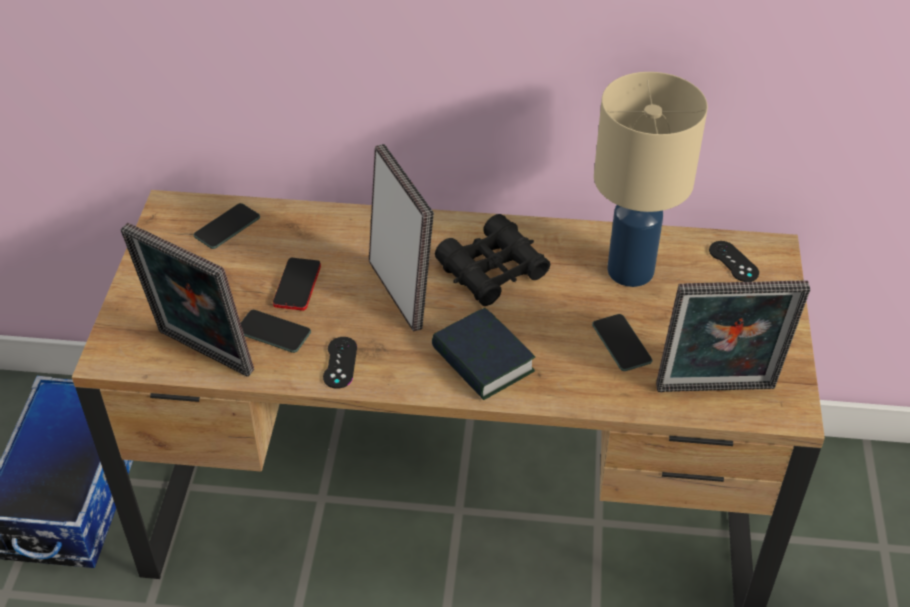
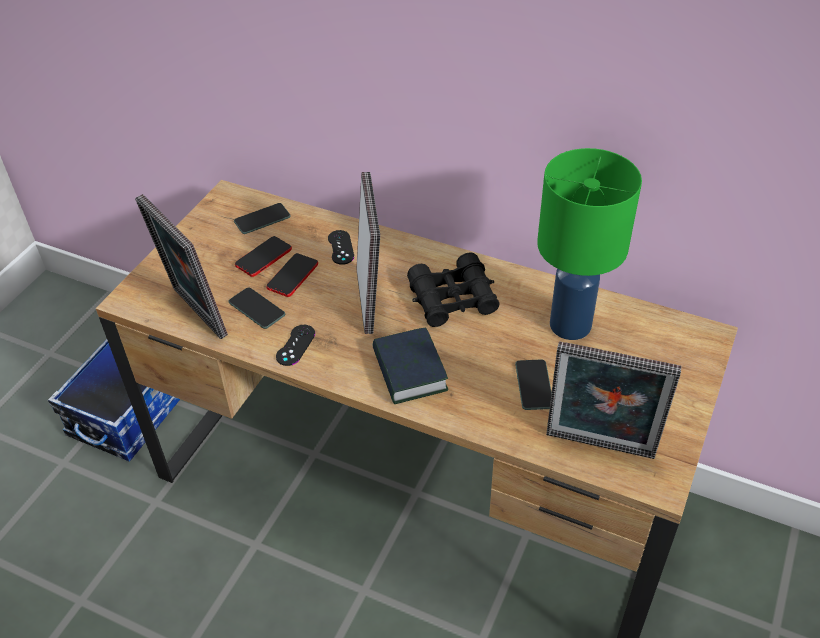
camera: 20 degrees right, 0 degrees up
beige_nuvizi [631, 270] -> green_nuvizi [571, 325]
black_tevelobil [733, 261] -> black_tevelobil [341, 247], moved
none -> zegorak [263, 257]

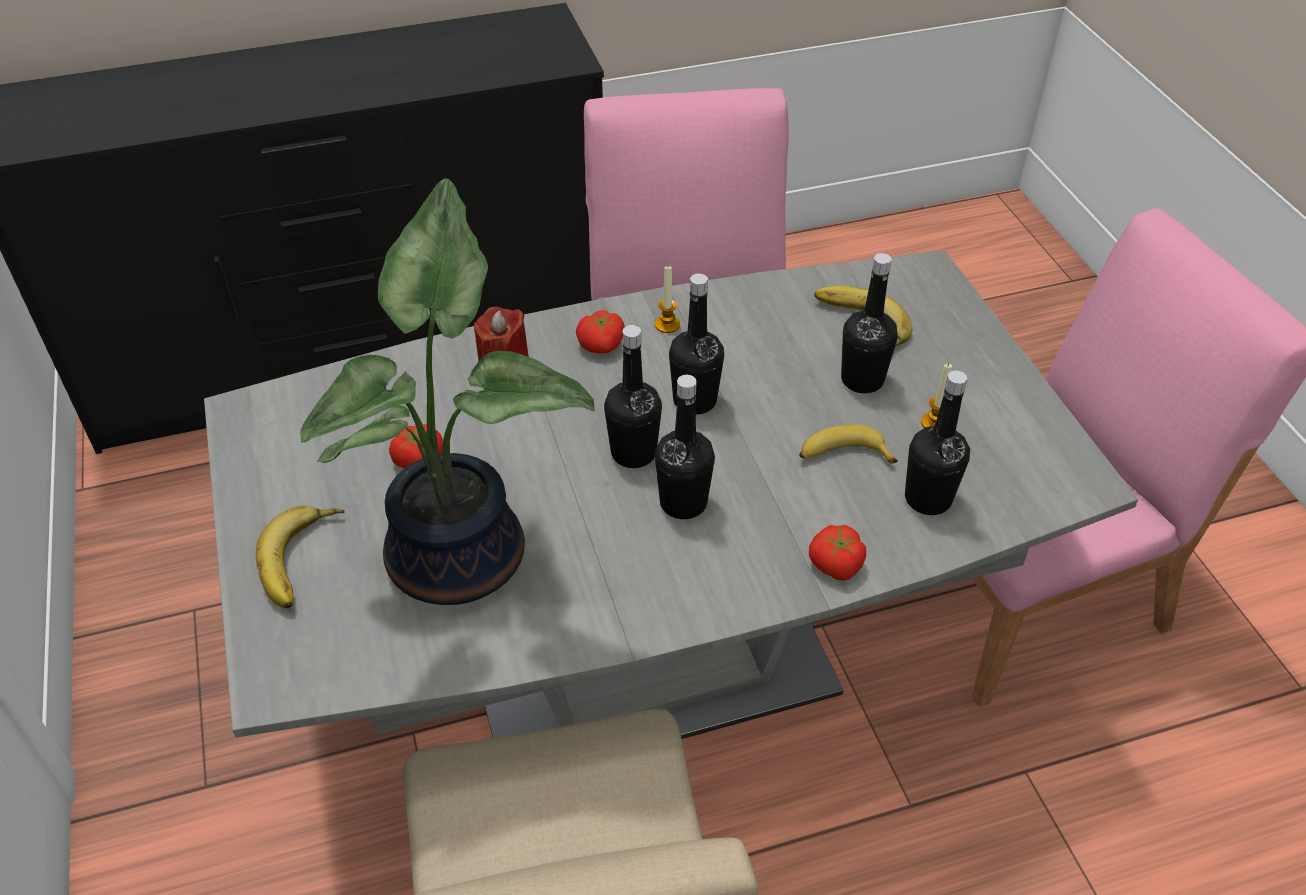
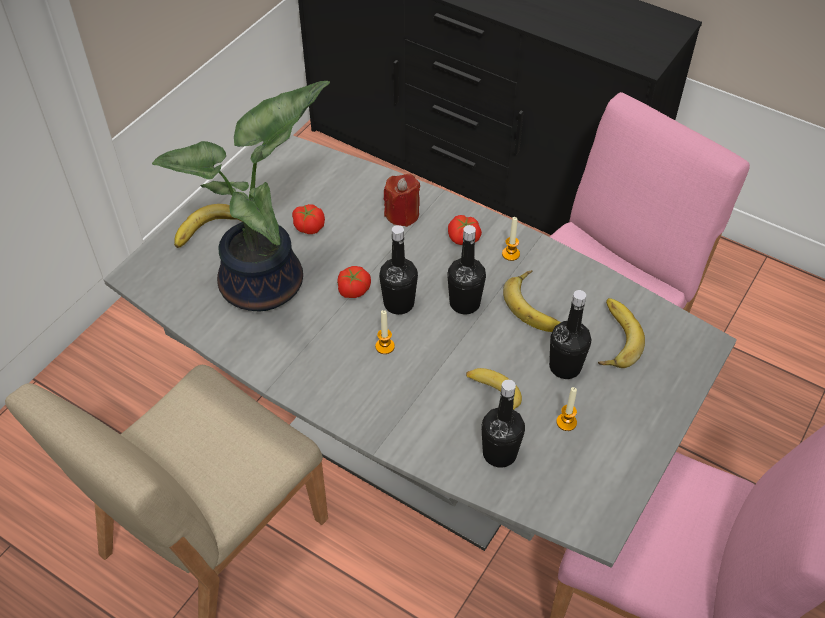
camera: 50 degrees right, 5 degrees up
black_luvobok [683, 503] -> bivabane [385, 346]
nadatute [835, 564] -> nadatute [353, 289], moved
none -> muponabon [536, 305]

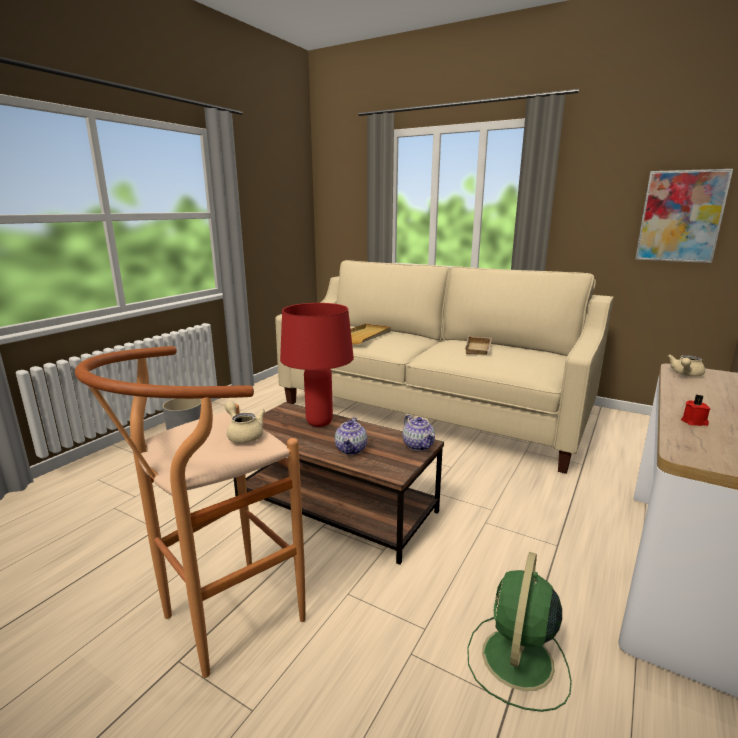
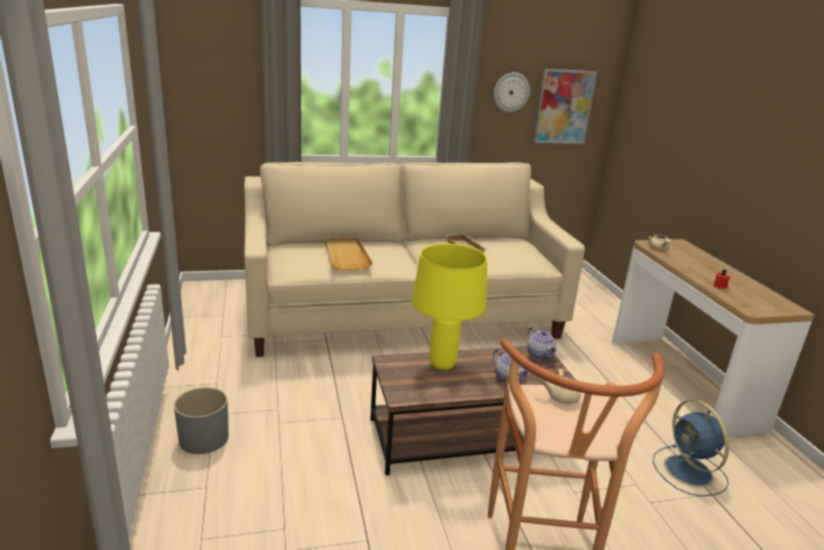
camera: 45 degrees left, 5 degrees up
red_nuvizi [320, 422] -> yellow_nuvizi [443, 364]
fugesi [418, 445] -> fugesi [540, 355], 45 degrees clockwise
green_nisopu [517, 661] -> blue_nisopu [689, 472]
none -> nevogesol [511, 92]

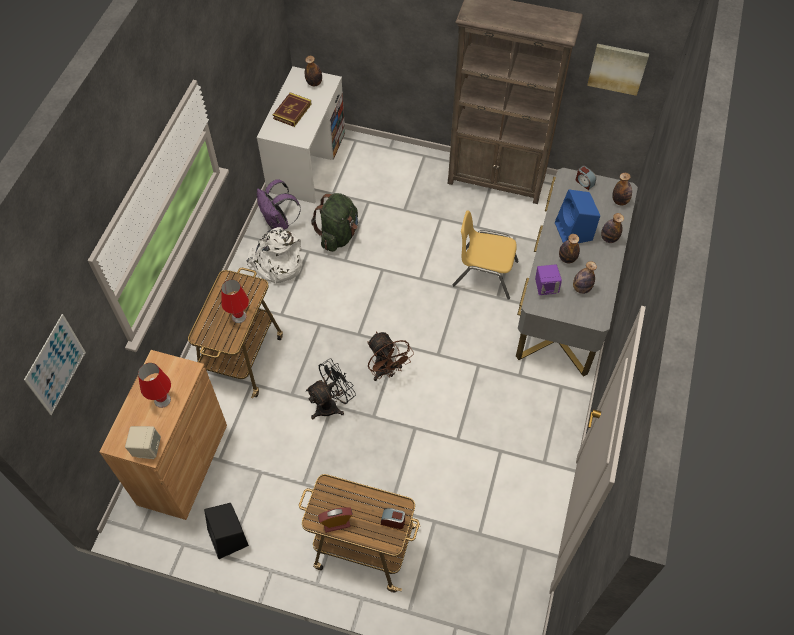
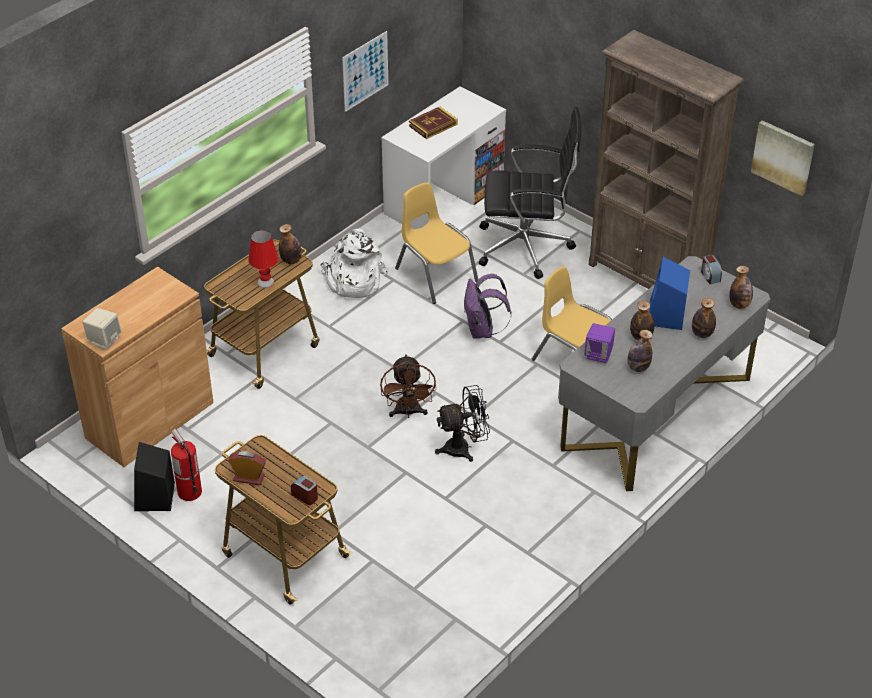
camera: 25 degrees right, 15 degrees down
luvobok [314, 83] -> luvobok [291, 260], moved
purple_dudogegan [279, 223] -> purple_dudogegan [482, 331], moved
green_dudogegan [338, 235] -> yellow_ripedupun [435, 275]
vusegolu [56, 365] -> vusegolu [365, 71], moved
black_nisopu [331, 404] -> black_nisopu [464, 448], moved
red_nuvizi [162, 400] -> none
none -> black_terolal [527, 247]
none -> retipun [189, 492]

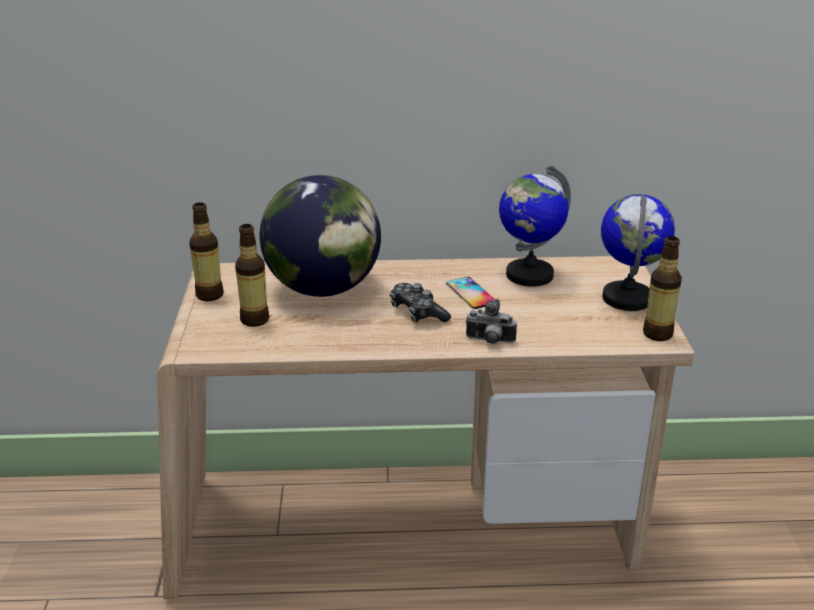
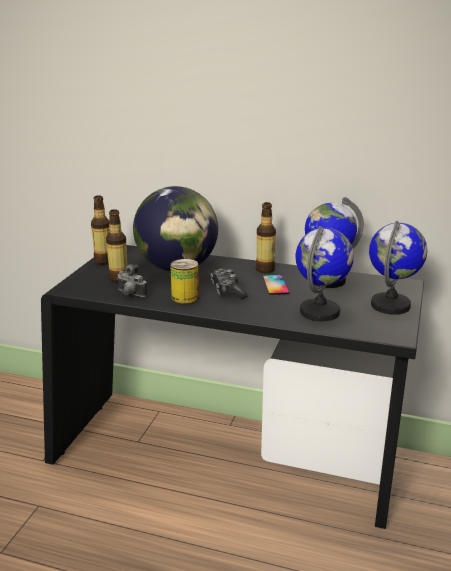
camera: 20 degrees right, 5 degrees down
luvobok [657, 334] -> luvobok [265, 269], moved
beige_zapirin [407, 530] -> black_zapirin [225, 459]
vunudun [489, 341] -> vunudun [130, 294], moved
none -> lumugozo [320, 312]
none -> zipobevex [185, 297]

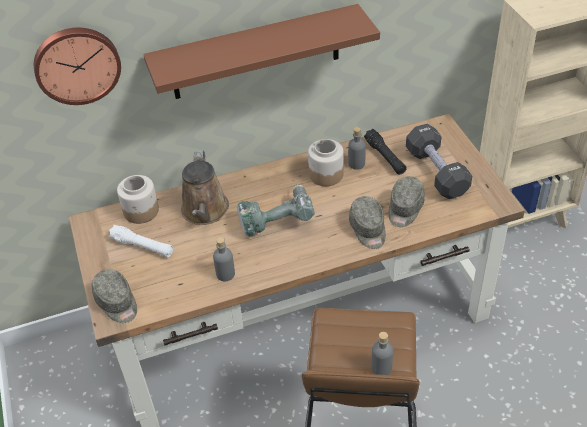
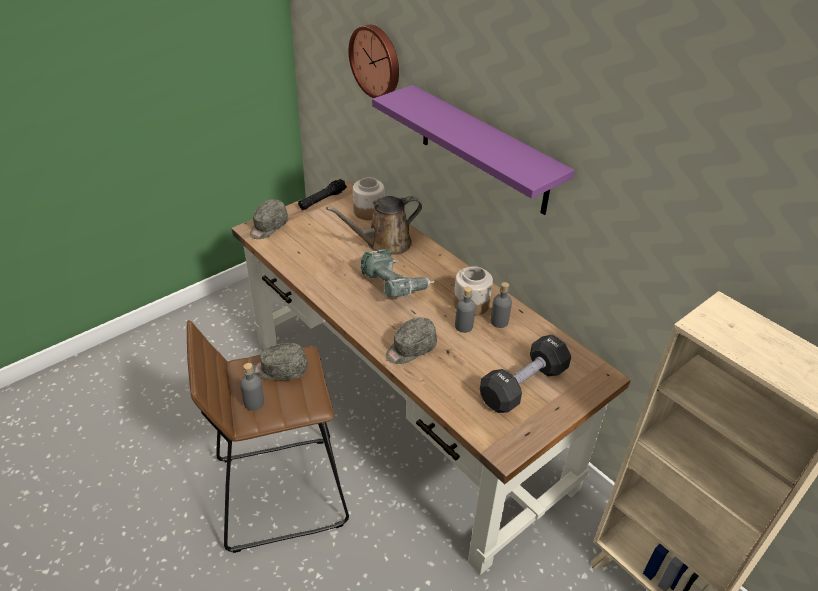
camera: 65 degrees right, 5 degrees down
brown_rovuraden [256, 53] -> purple_rovuraden [483, 150]
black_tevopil [385, 157] -> black_tevopil [322, 200], moved
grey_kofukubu [405, 209] -> grey_kofukubu [280, 370], moved
white_tevopil [142, 246] -> none
grey_luvobok [225, 274] -> grey_luvobok [464, 326], moved

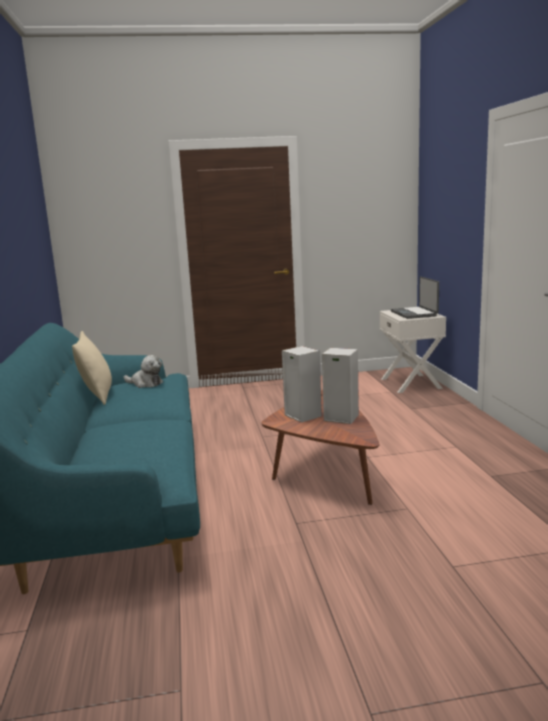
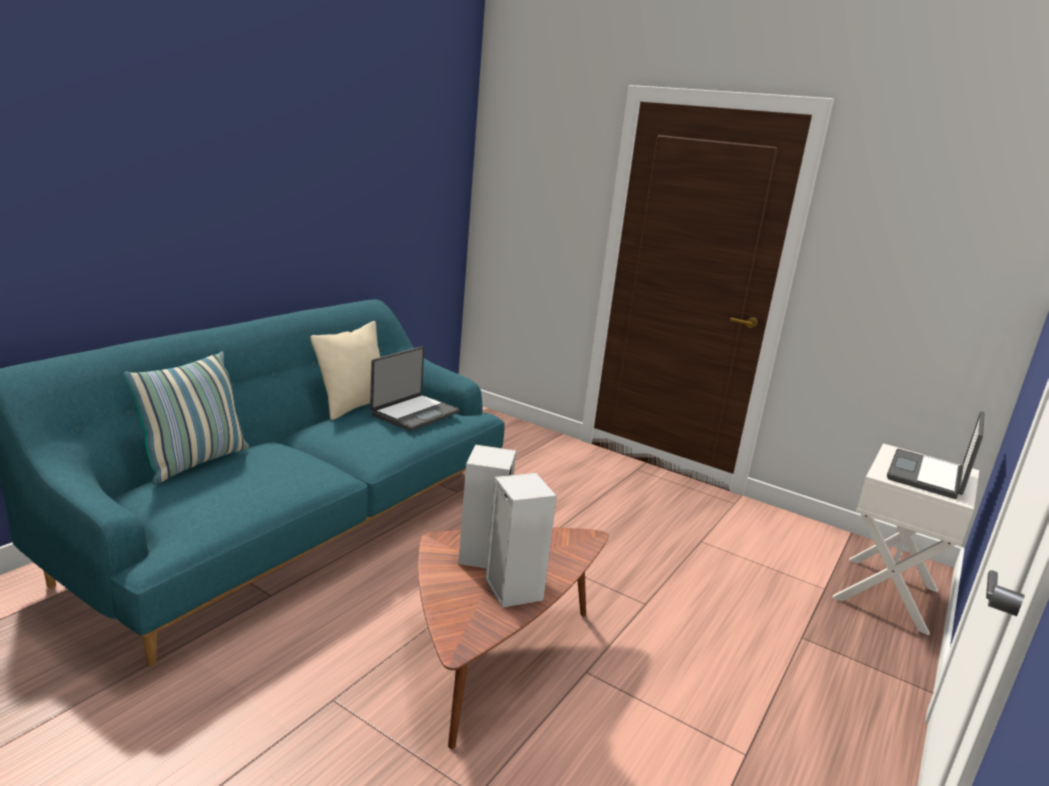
camera: 40 degrees right, 5 degrees up
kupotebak [145, 383] -> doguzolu [414, 413]
none -> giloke [195, 462]

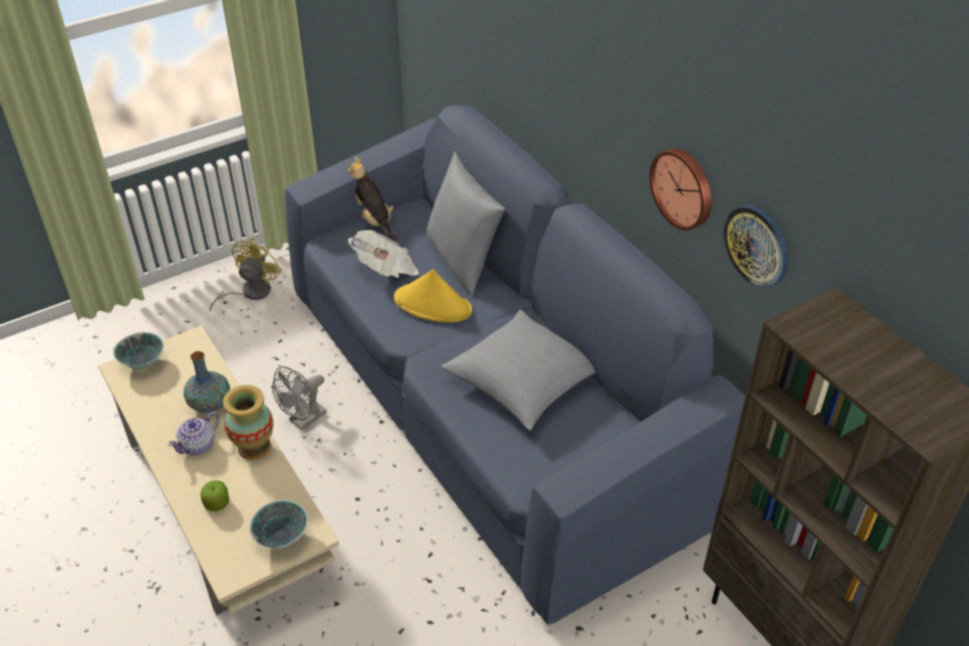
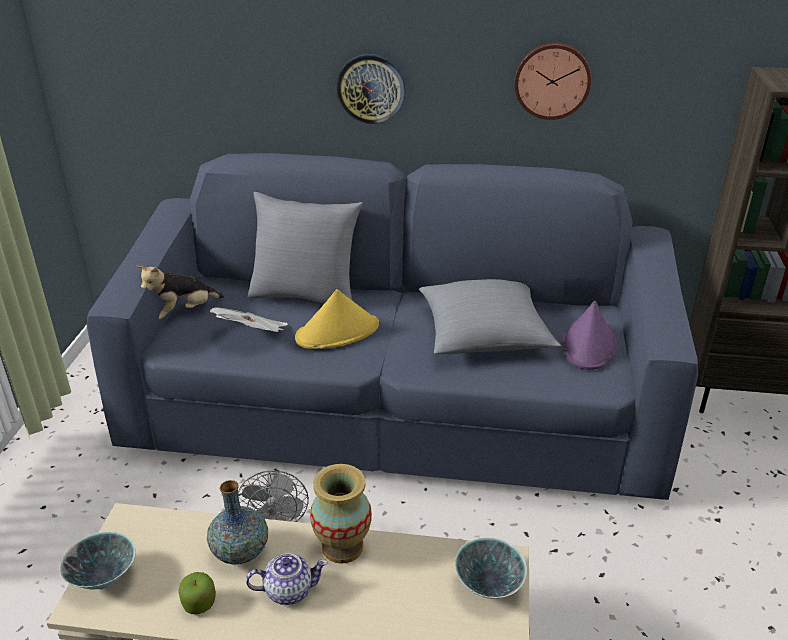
camera: 50 degrees left, 10 degrees down
kupotebak [373, 220] -> kupotebak [183, 312], 45 degrees counterclockwise
nevogesol [757, 245] -> nevogesol [371, 88], moved
yellow_nisopu [250, 293] -> none
fugesi [198, 445] -> fugesi [288, 590], 90 degrees counterclockwise
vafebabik [217, 503] -> vafebabik [199, 603], moved
none -> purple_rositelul [588, 344]

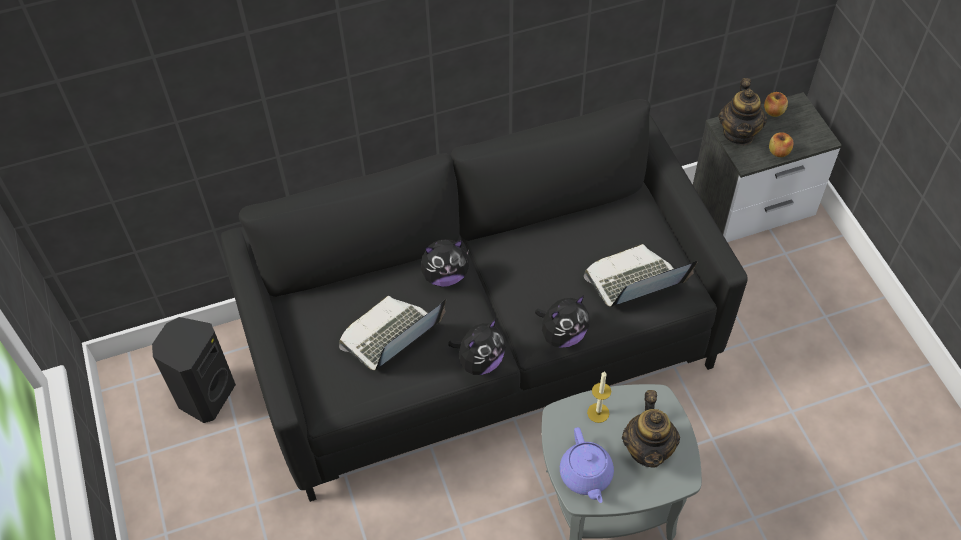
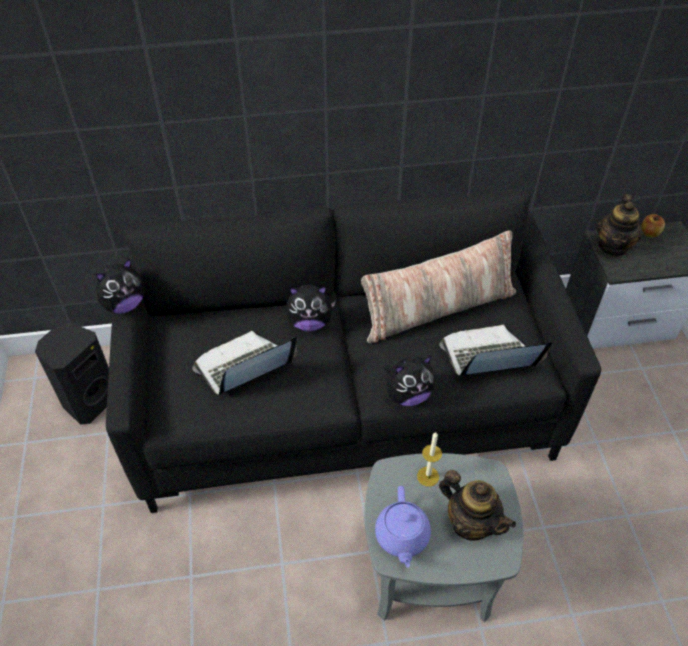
camera: 10 degrees right, 5 degrees down
vafebabik [778, 152] -> none
kupotebak [480, 361] -> kupotebak [124, 304], moved
fugesi [648, 449] -> fugesi [471, 522], 60 degrees counterclockwise
none -> giloke [437, 309]

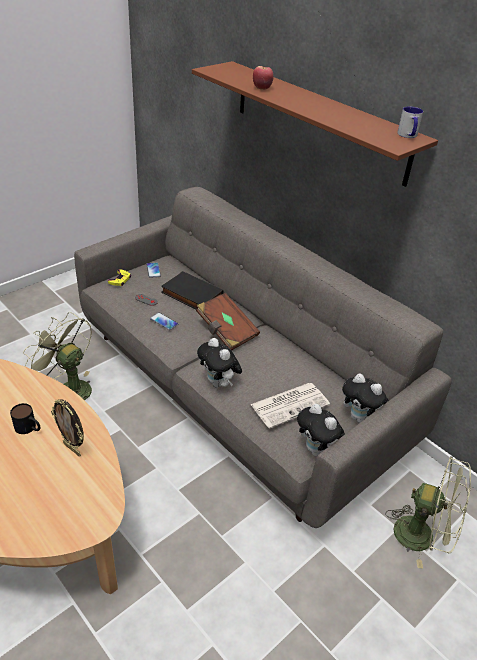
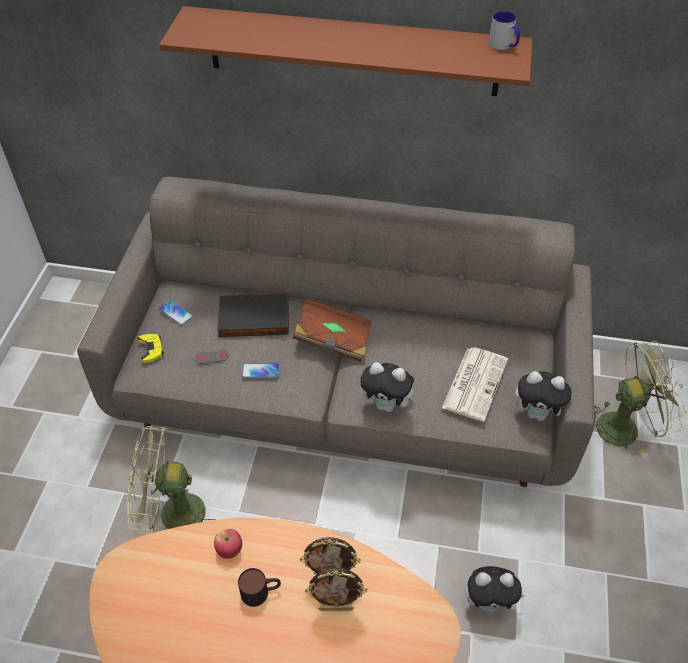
camera: 35 degrees left, 10 degrees up
vafebabik [262, 88] -> vafebabik [230, 550], moved
kupotebak [360, 418] -> kupotebak [489, 602], moved
none -> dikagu [336, 608]

